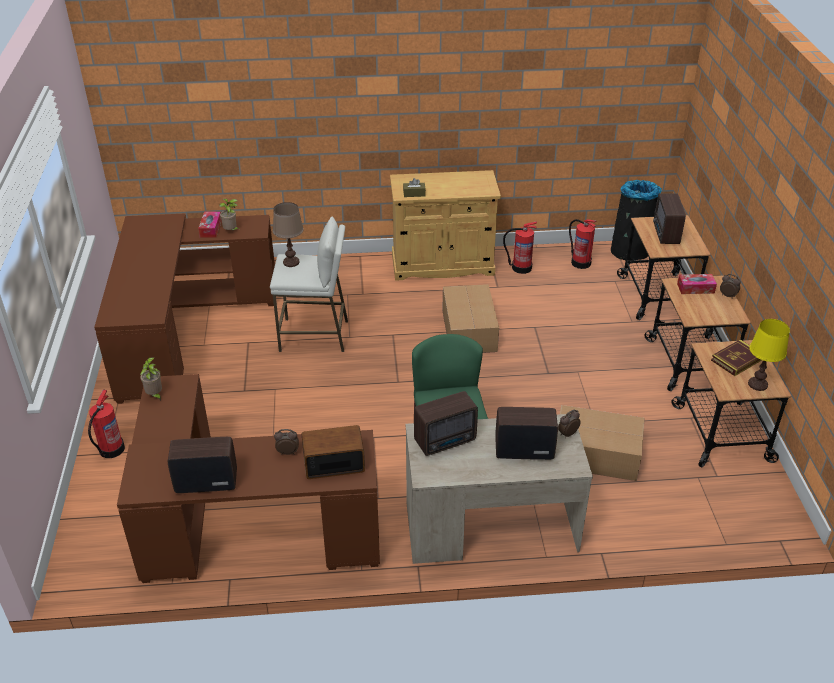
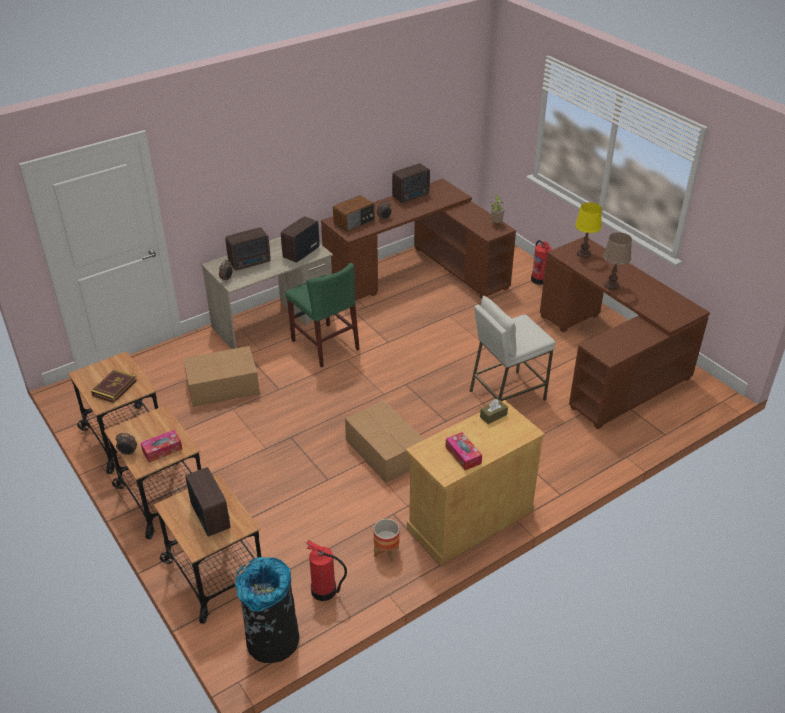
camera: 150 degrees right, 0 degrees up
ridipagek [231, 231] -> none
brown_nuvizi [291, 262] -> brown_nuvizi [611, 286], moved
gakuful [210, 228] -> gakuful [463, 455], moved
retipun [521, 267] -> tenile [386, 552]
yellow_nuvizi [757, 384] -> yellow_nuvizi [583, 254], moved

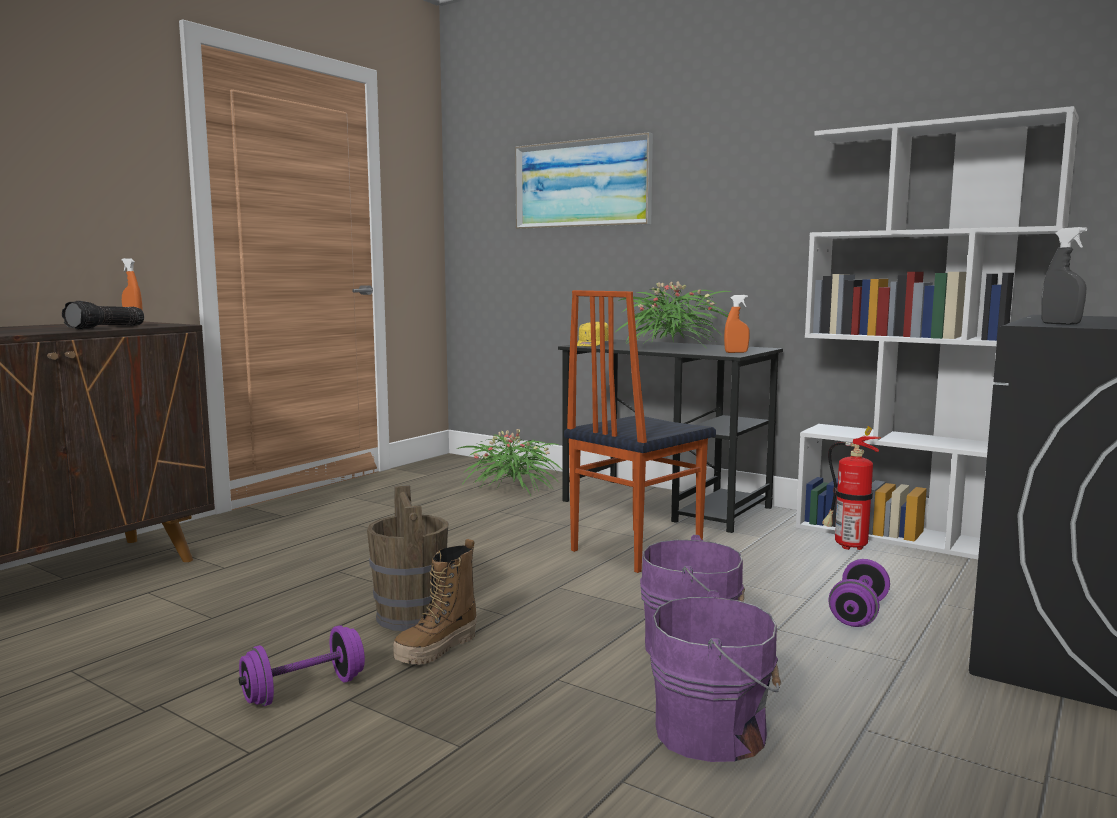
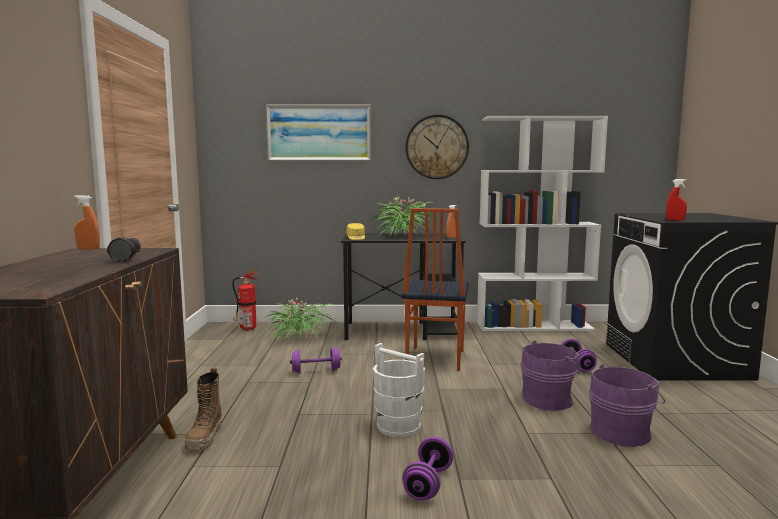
camera: 35 degrees left, 0 degrees up
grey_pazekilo [1060, 324] -> red_pazekilo [675, 220]
retipun [847, 546] -> retipun [246, 329], moved
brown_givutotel [411, 616] -> white_givutotel [398, 426]
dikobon [437, 649] -> dikobon [205, 438], moved
none -> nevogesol [436, 147]
none -> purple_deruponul [316, 371]

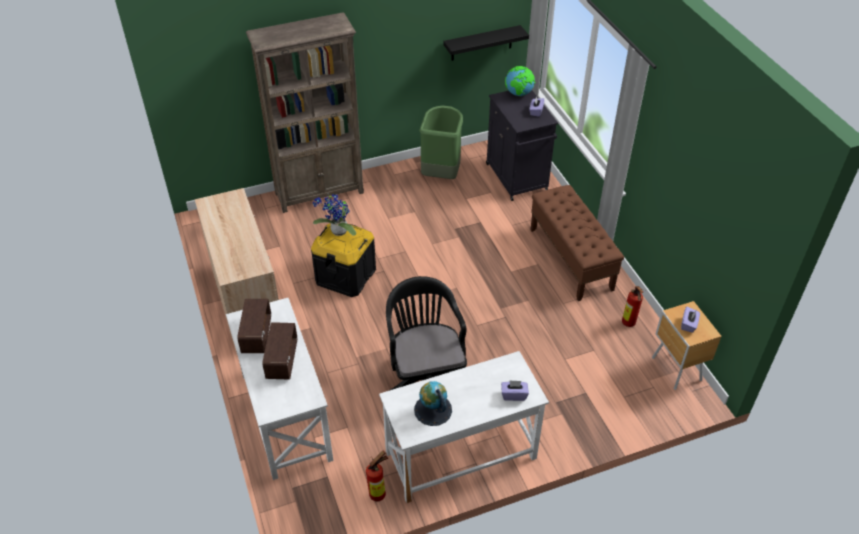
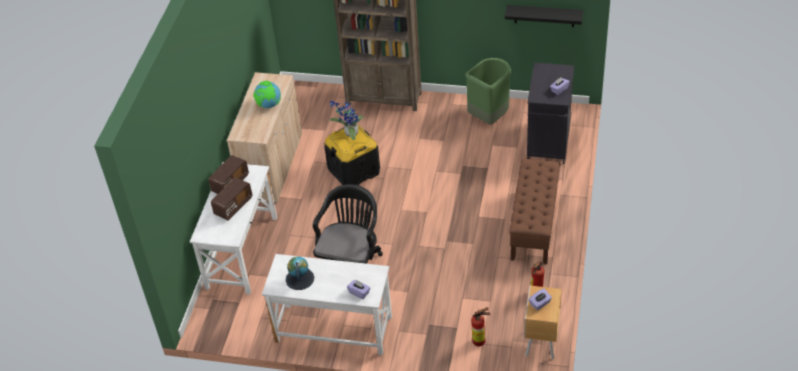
camera: 35 degrees right, 0 degrees up
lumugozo [519, 94] -> lumugozo [269, 105], moved
retipun [379, 493] -> retipun [481, 341], moved

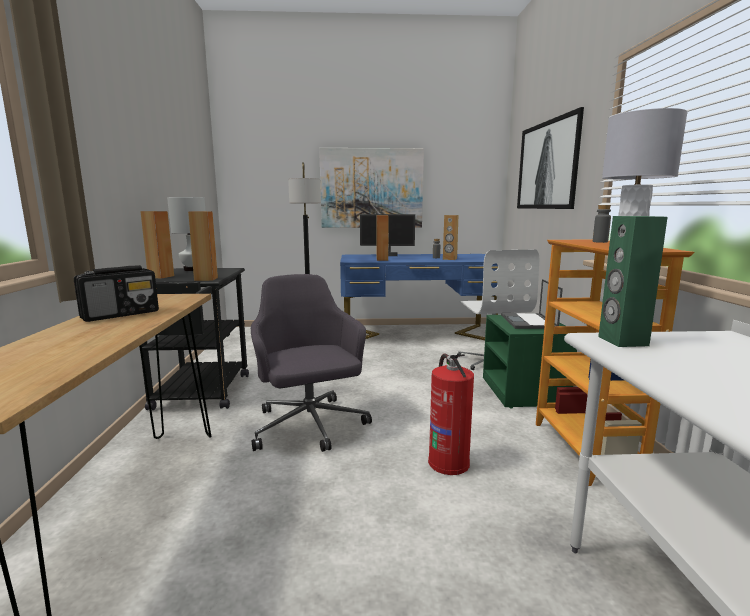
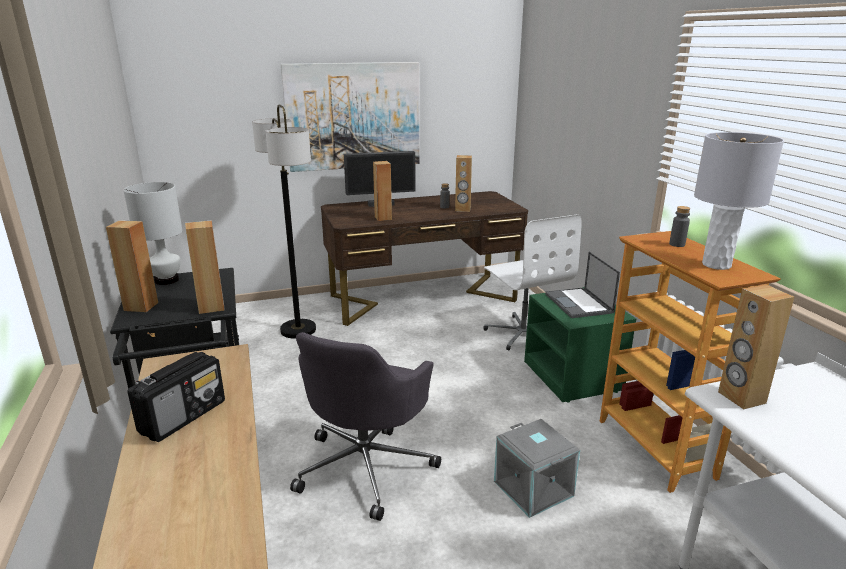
camera: 15 degrees left, 10 degrees up
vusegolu [548, 165] -> none
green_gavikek [622, 341] -> brown_gavikek [741, 397]
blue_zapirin [417, 334] -> brown_zapirin [423, 298]
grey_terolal [309, 426] -> grey_terolal [366, 466], 120 degrees counterclockwise
retipun [448, 462] -> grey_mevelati [534, 488]

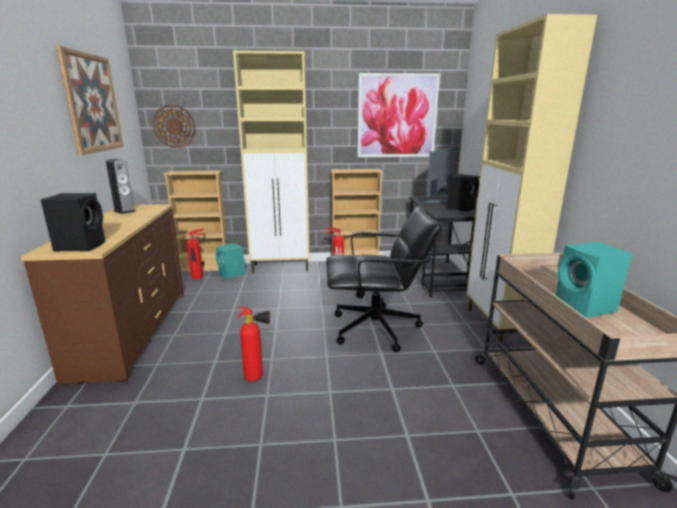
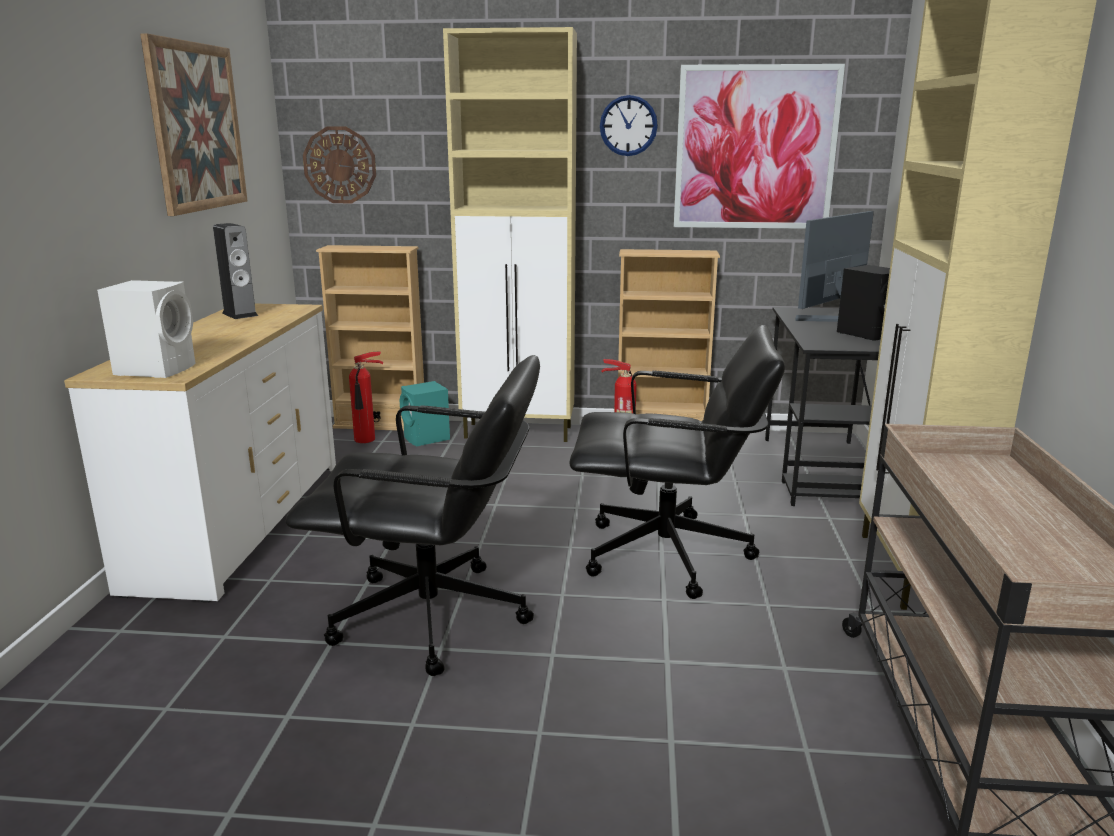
camera: 10 degrees right, 0 degrees up
black_gavikek [82, 246] -> white_gavikek [158, 369]
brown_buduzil [132, 330] -> white_buduzil [240, 522]
turquoise_gavikek [585, 308] -> none
retipun [258, 377] -> black_terolal [432, 618]
none -> nevogesol [628, 125]

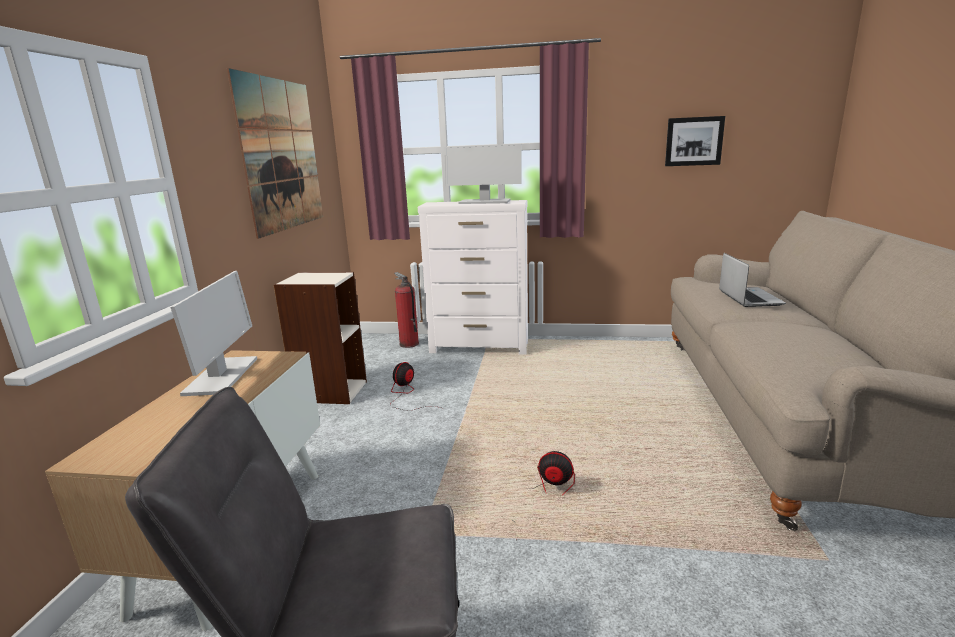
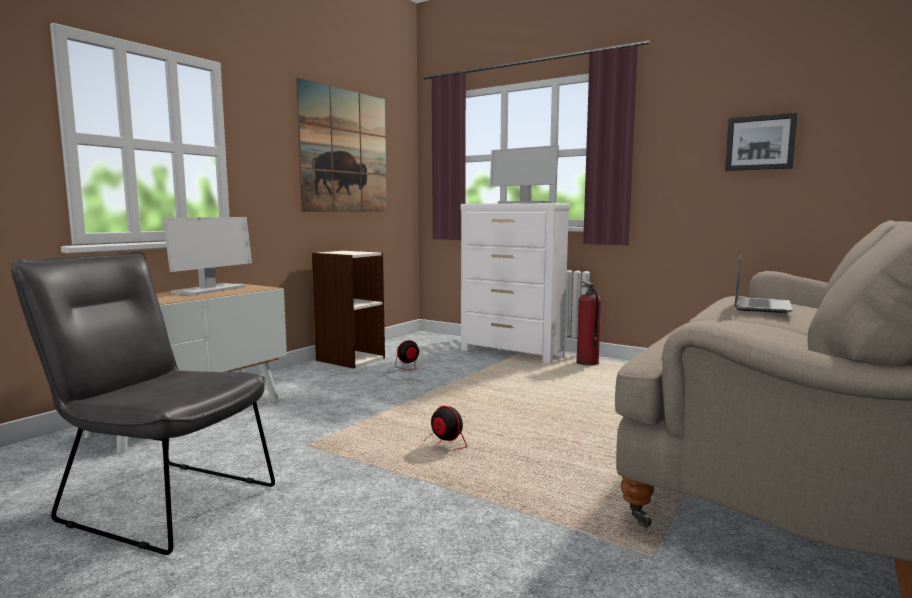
camera: 25 degrees right, 10 degrees down
retipun [409, 344] -> retipun [587, 363], moved

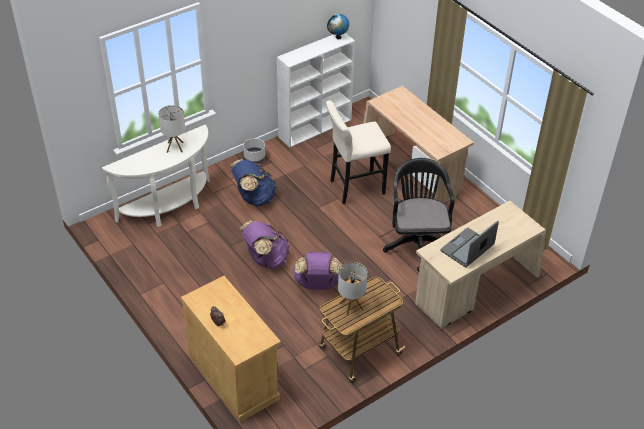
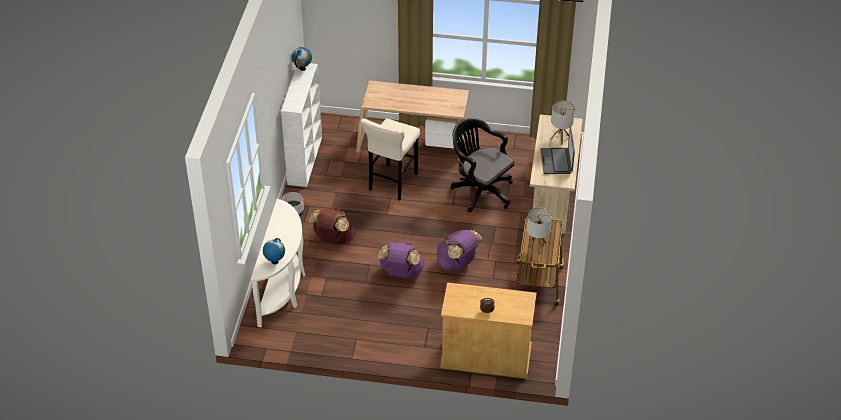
camera: 45 degrees left, 0 degrees up
nuvizi [175, 147] -> nuvizi [560, 138], moved
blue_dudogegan [254, 198] -> brown_dudogegan [333, 239]
none -> lumugozo [275, 261]

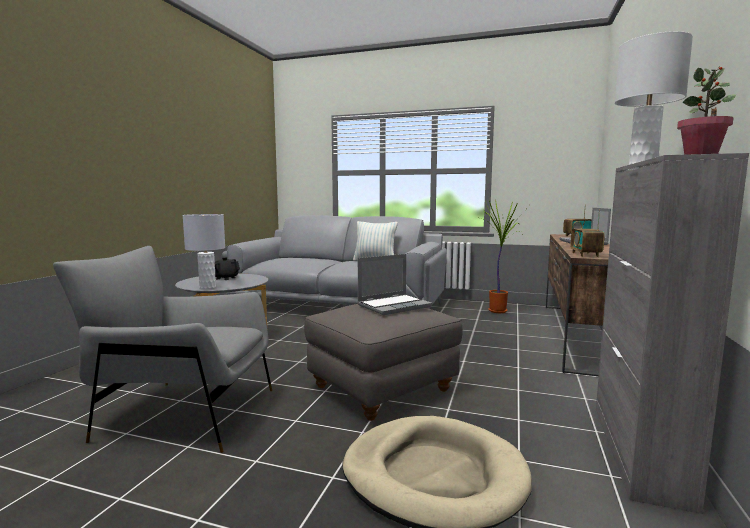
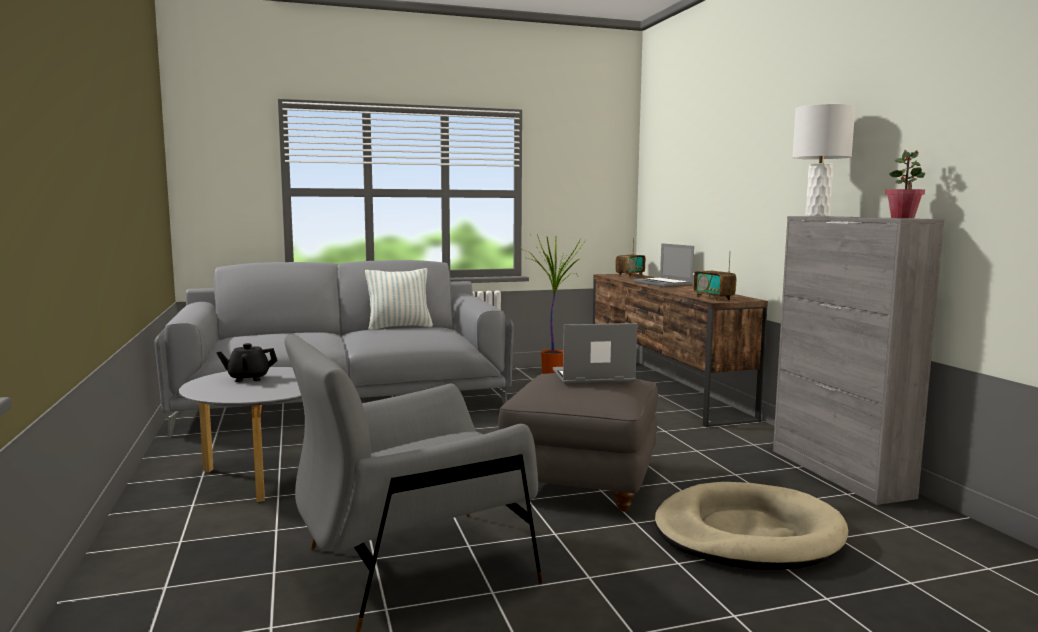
camera: 35 degrees left, 0 degrees up
grey_nuvizi [208, 287] -> none
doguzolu [394, 306] -> doguzolu [592, 377], 120 degrees counterclockwise

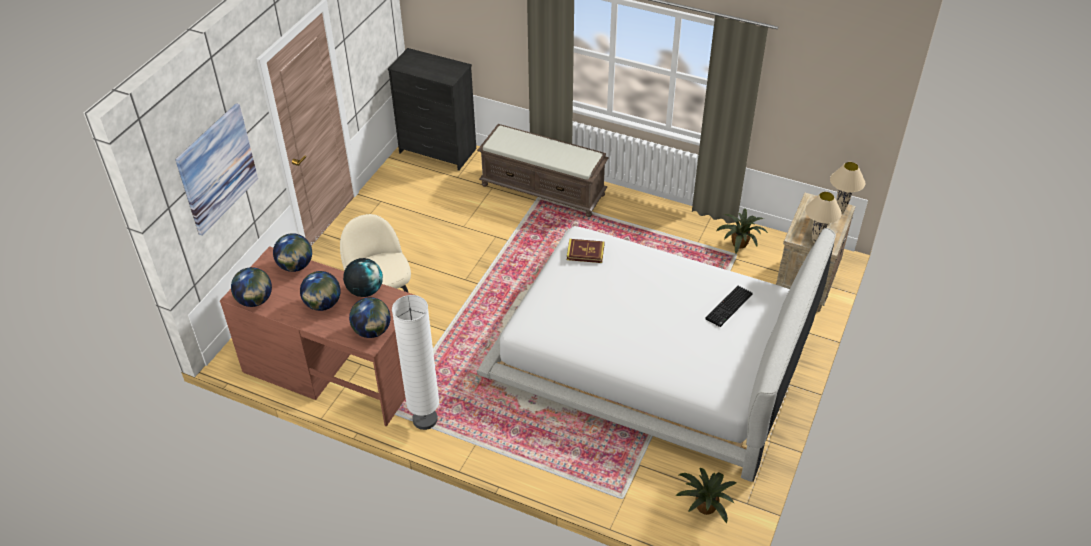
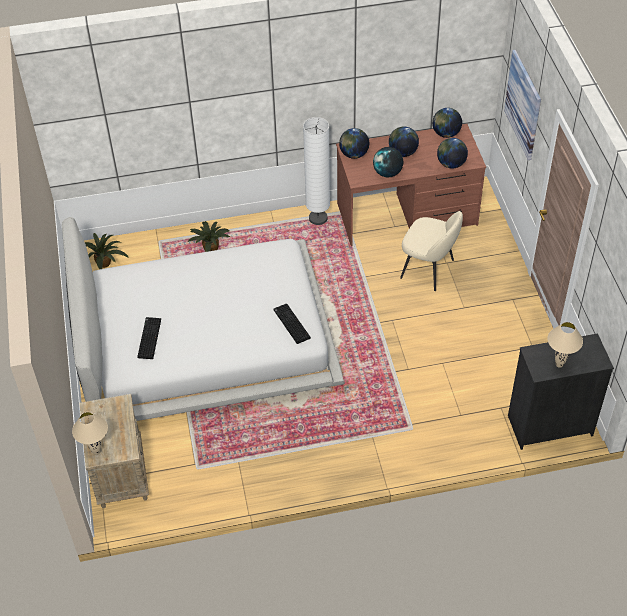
camera: 145 degrees right, 5 degrees up
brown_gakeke [544, 189] -> none
beige_nuvizi [816, 241] -> beige_nuvizi [559, 365], moved
ridipagek [740, 244] -> ridipagek [210, 248], moved
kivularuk [585, 253] -> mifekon [290, 324]

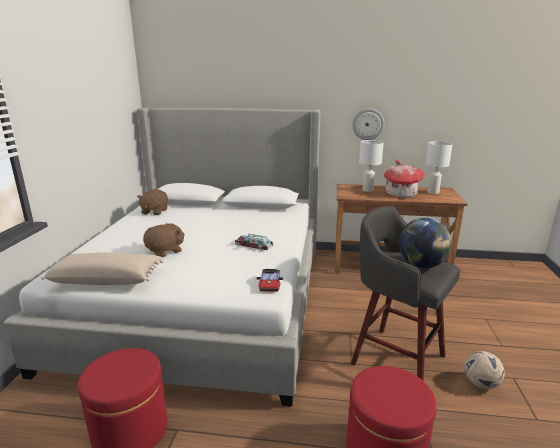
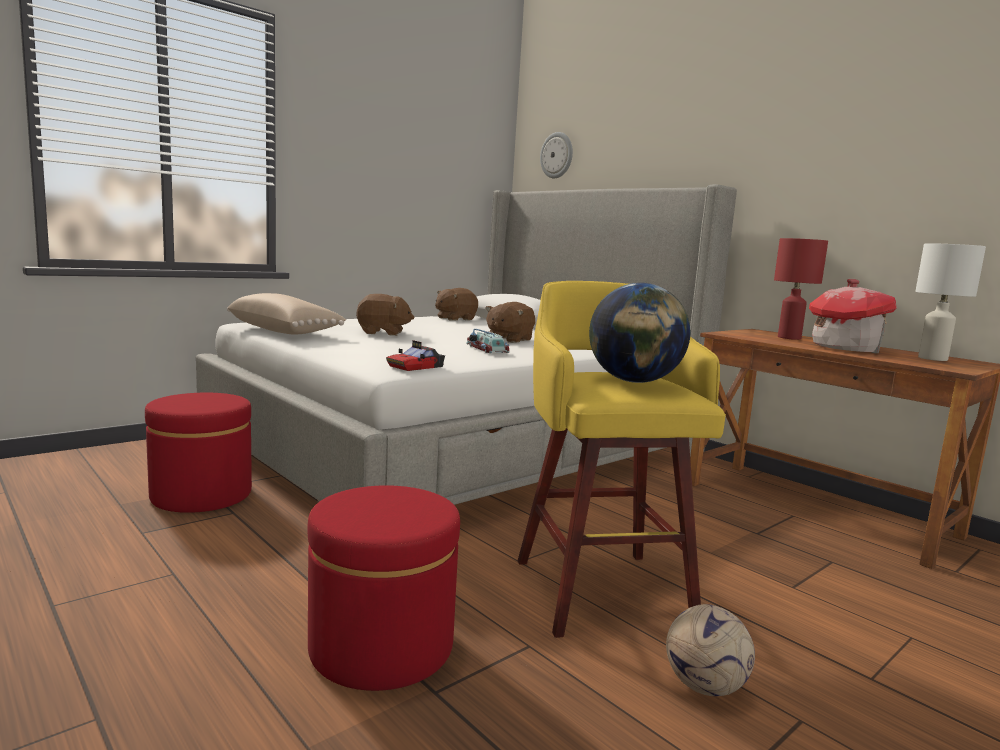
camera: 40 degrees right, 10 degrees down
nevogesol [368, 124] -> nevogesol [557, 155], moved
white_nuvizi [368, 190] -> red_nuvizi [788, 338]
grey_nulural [395, 358] -> yellow_nulural [600, 588]
none -> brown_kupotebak [509, 339]

